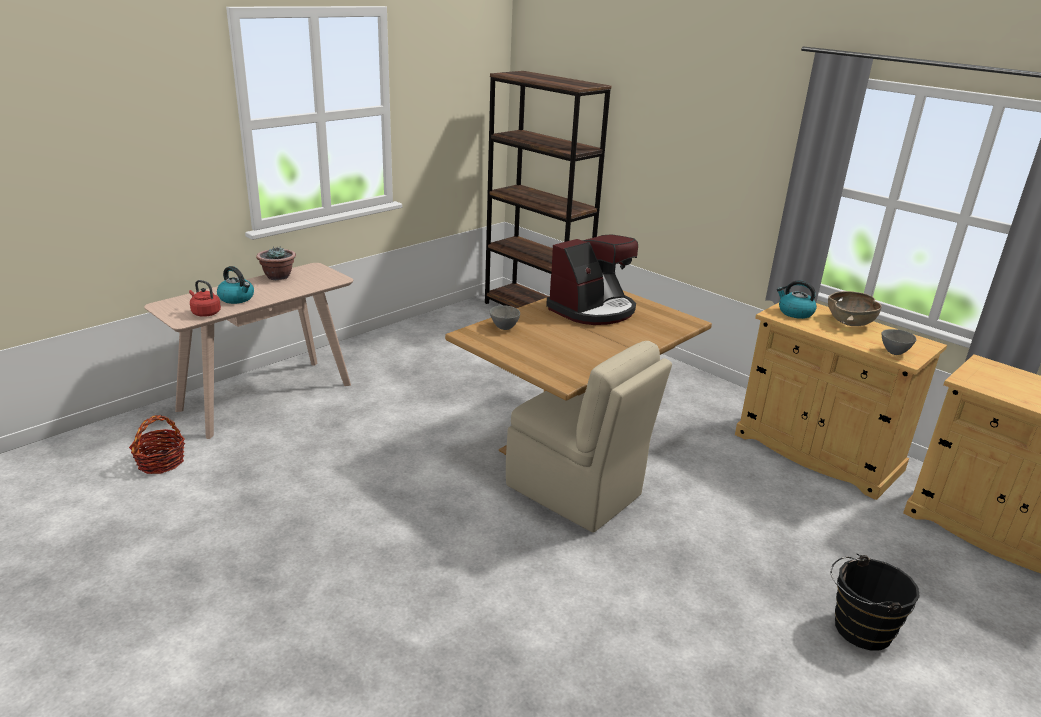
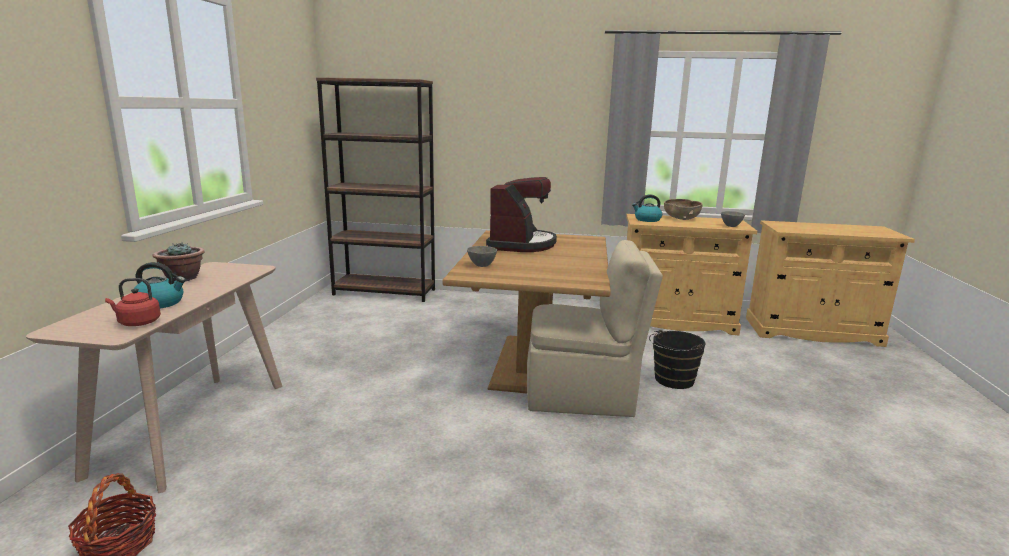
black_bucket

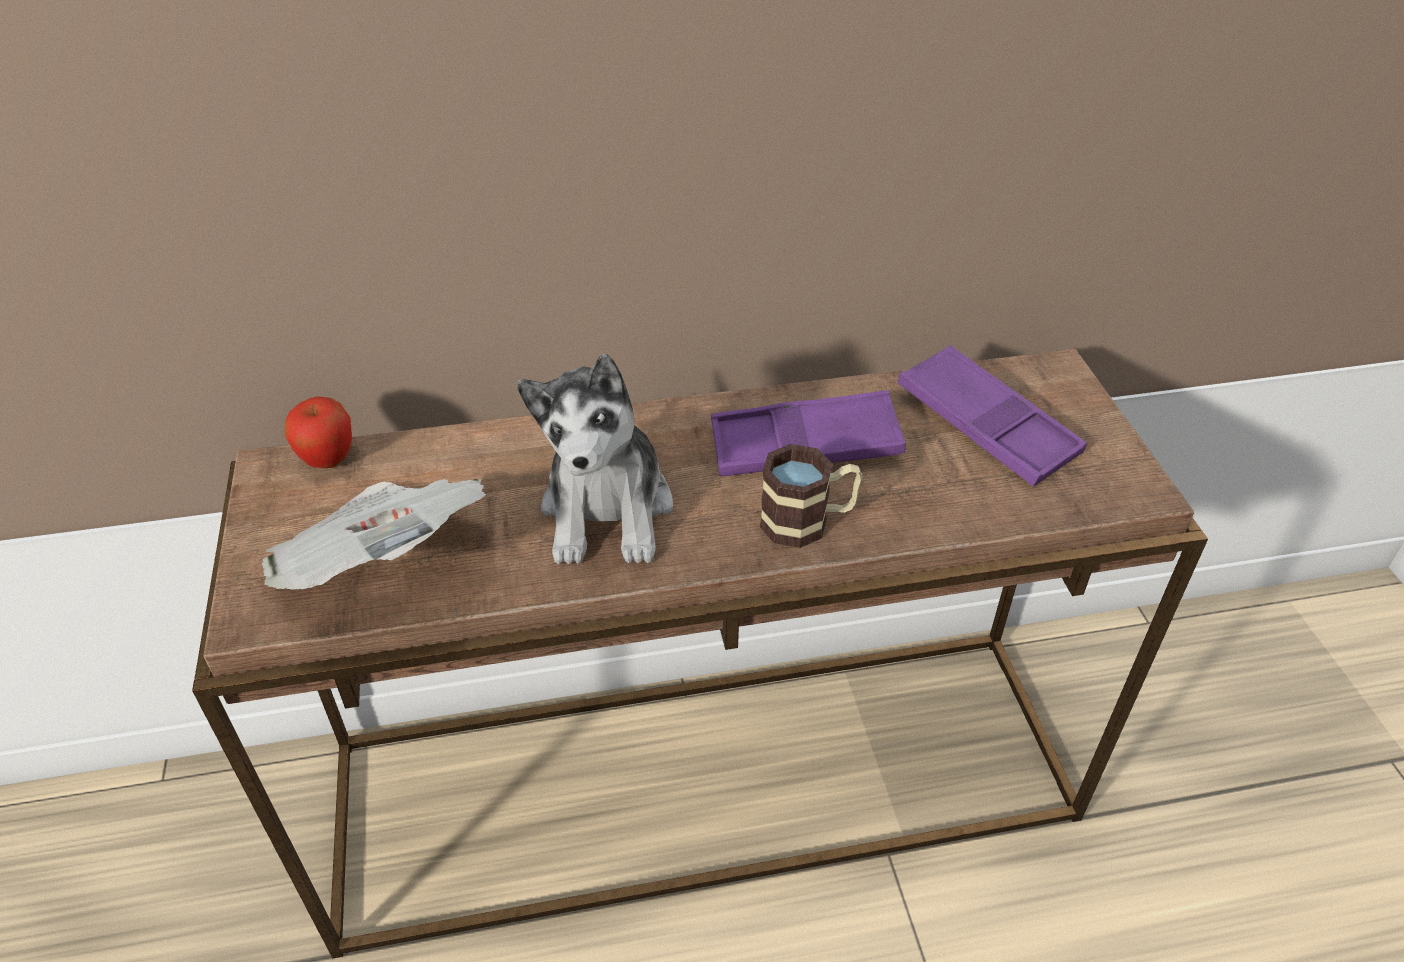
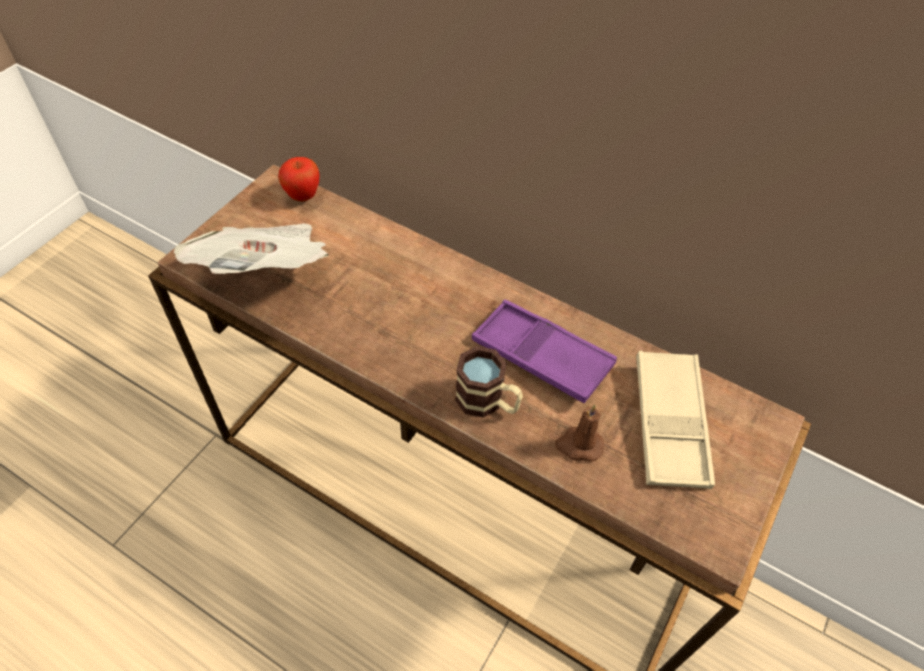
plush_toy; brown_candle; beige_tray

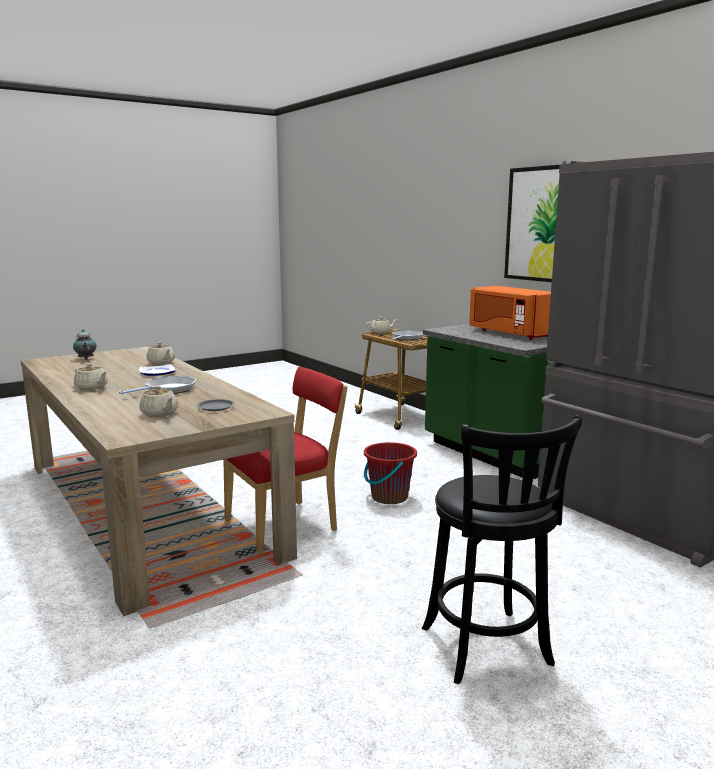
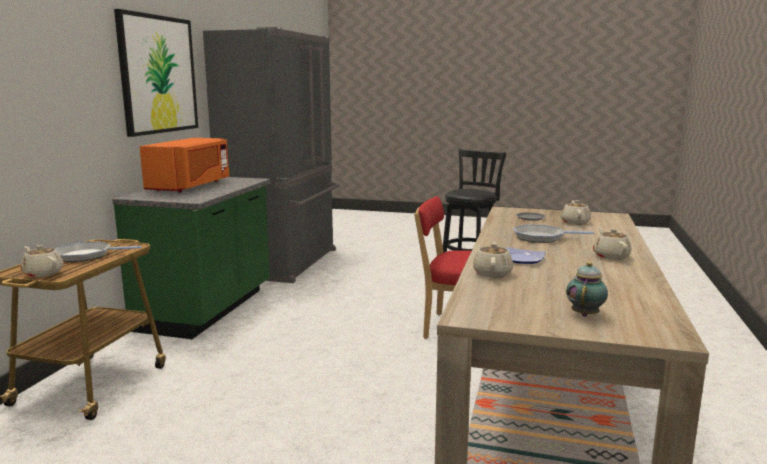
red_bucket

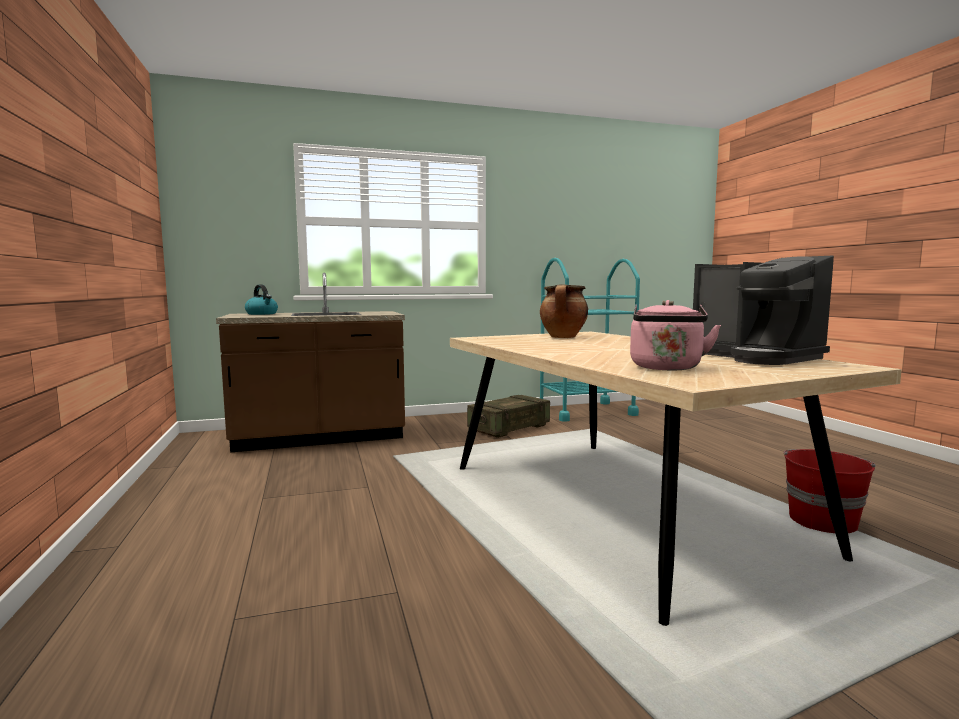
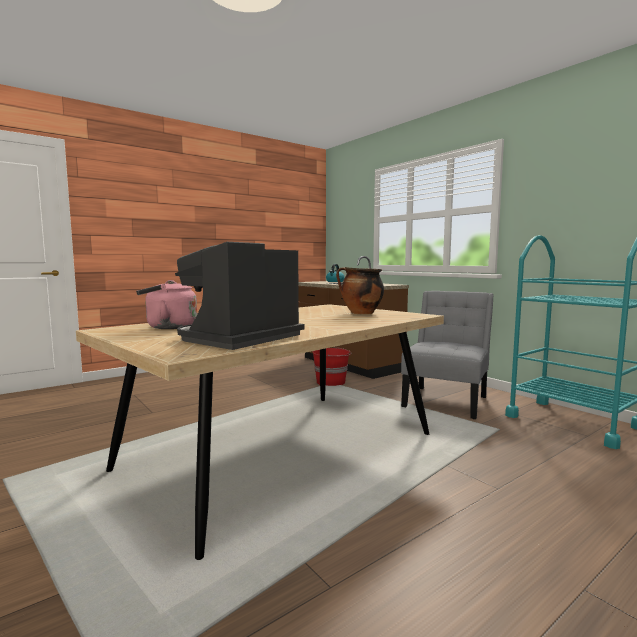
red_bucket; grey_chair

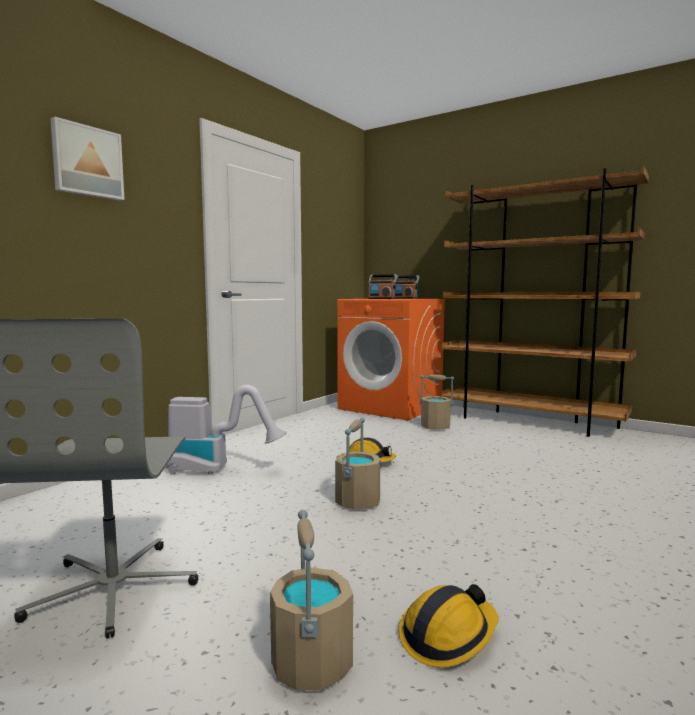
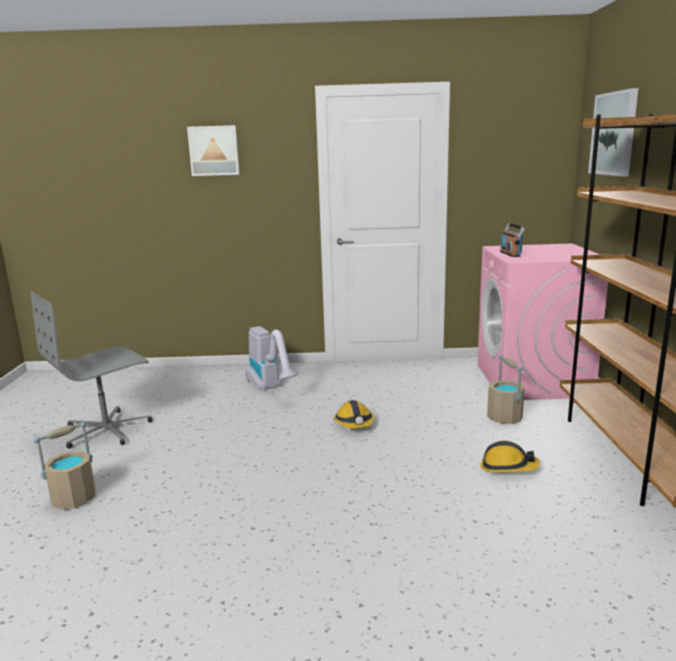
beige_bucket (no. 2 from left in the first image); radio (no. 2 from left in the first image); picture (no. 2 from left); hard_hat (no. 2 from left); pink_washing_machine

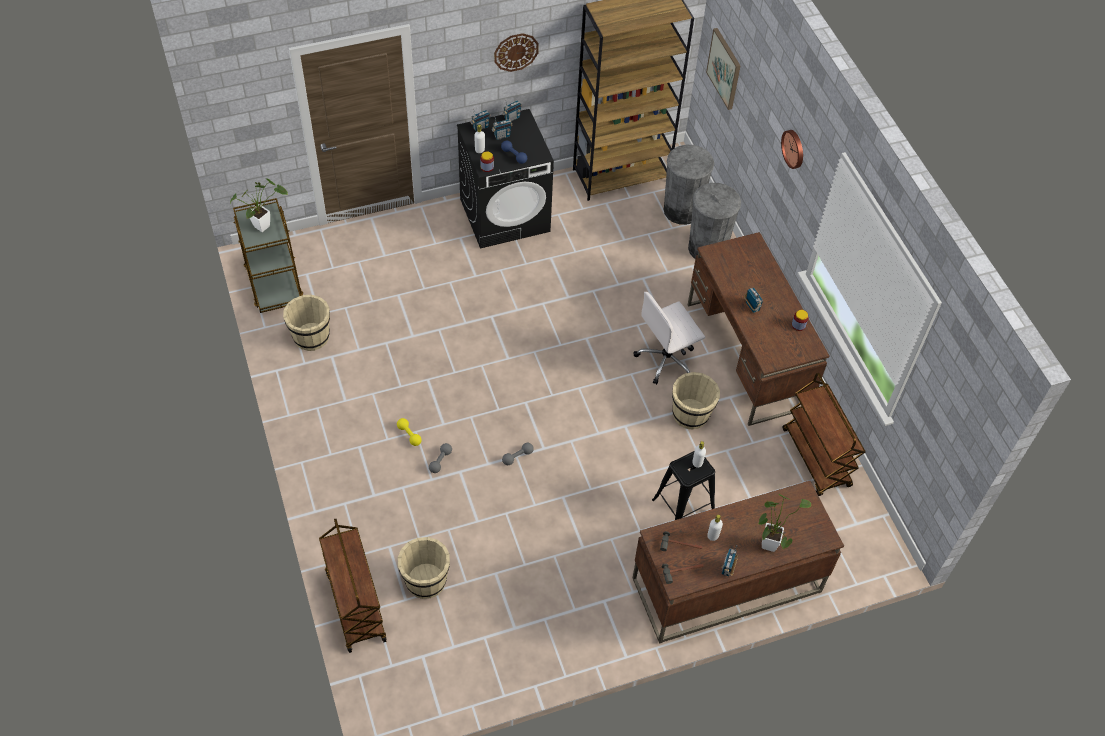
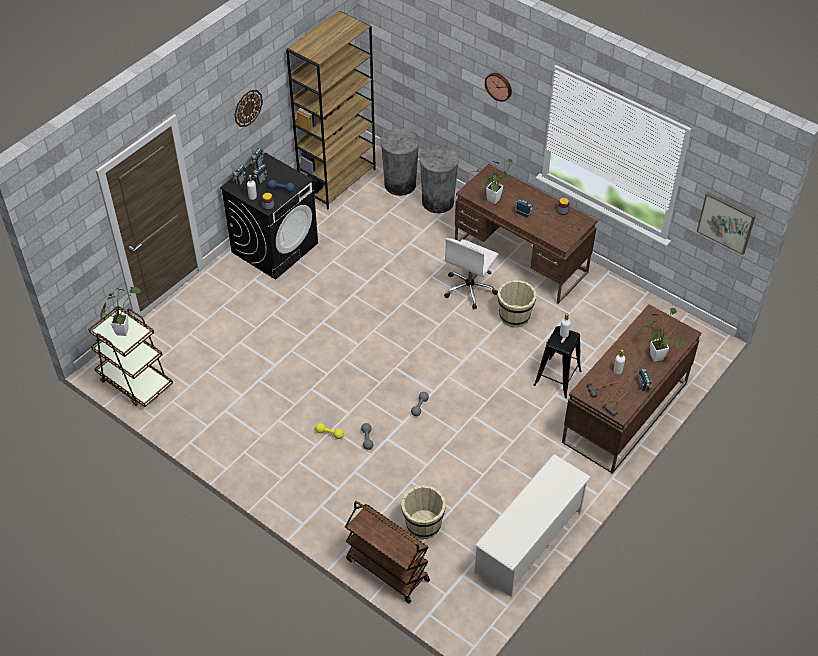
beige_bucket (no. 1 from left in the first image); brown_cart (no. 3 from left in the first image); potted_plant (no. 2 from left); white_shoe_rack; picture

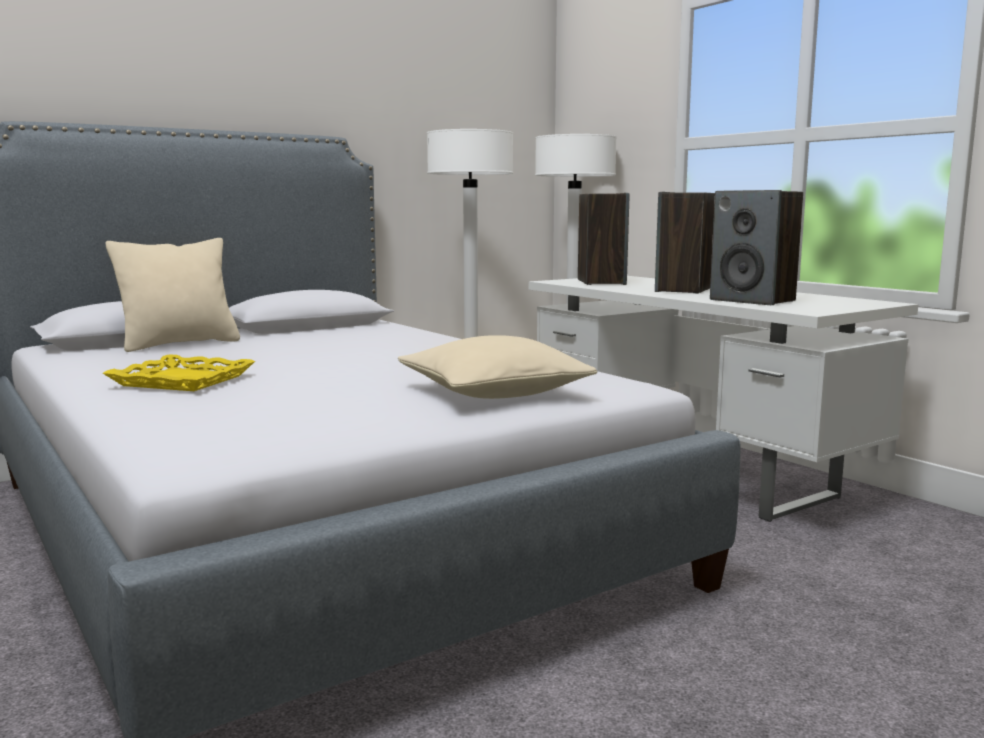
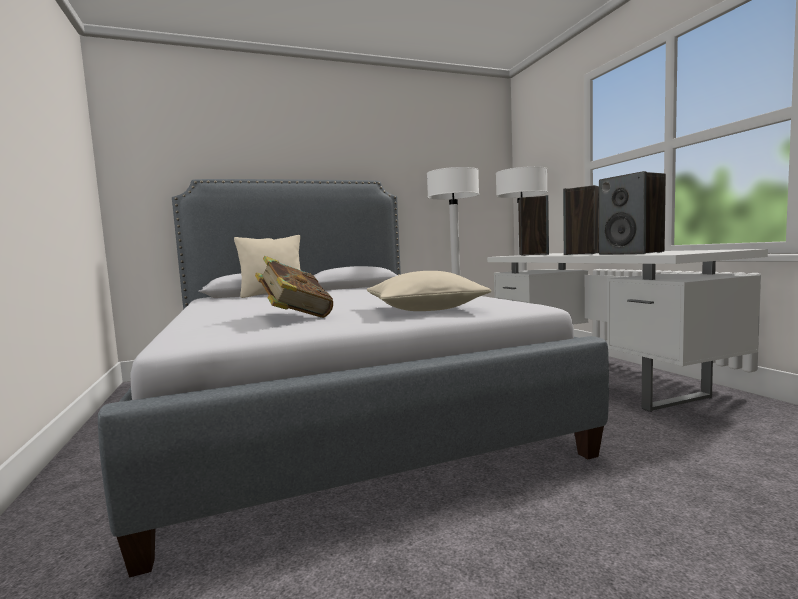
yellow_tray; book

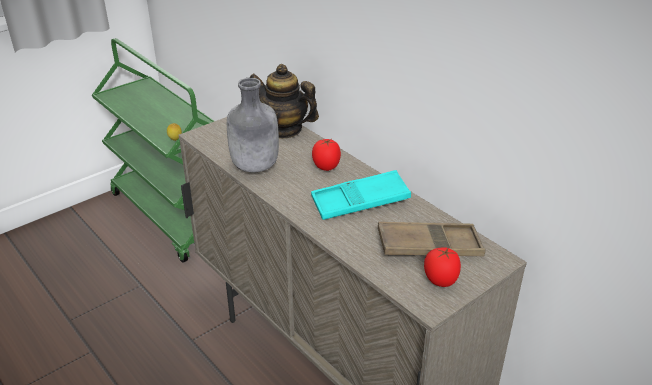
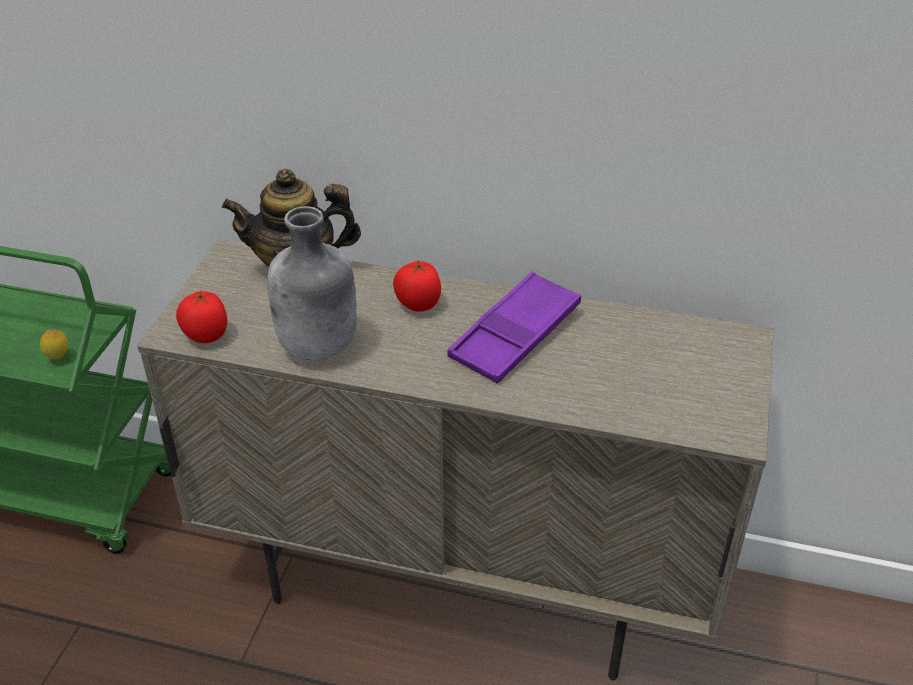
brown_tray; tomato (no. 1 from left); purple_tray

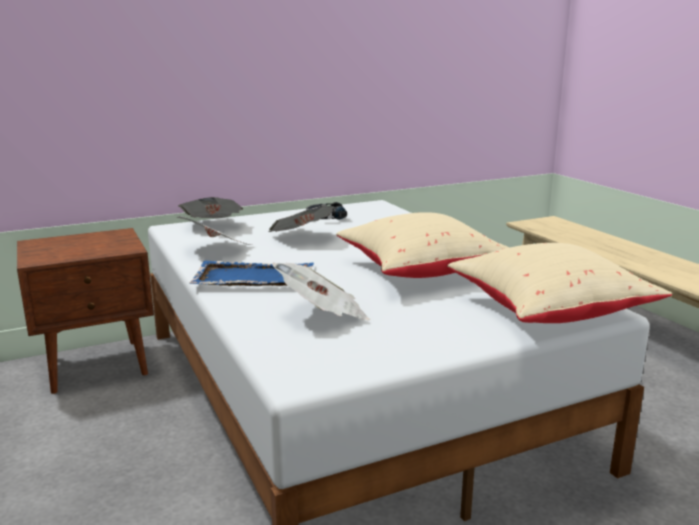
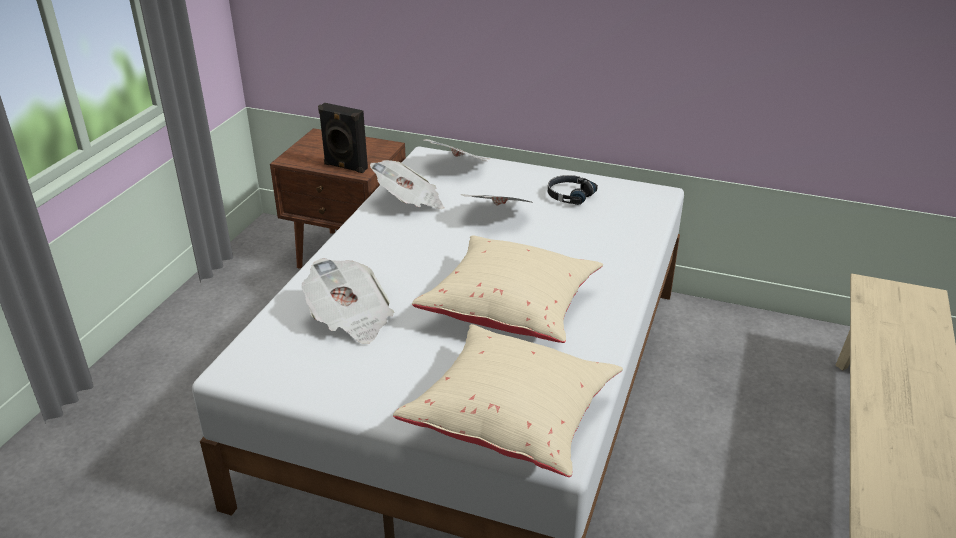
blue_tray; black_speaker

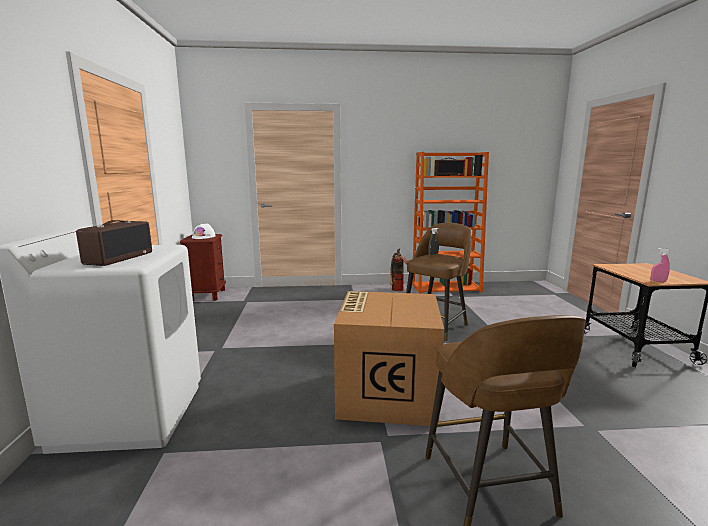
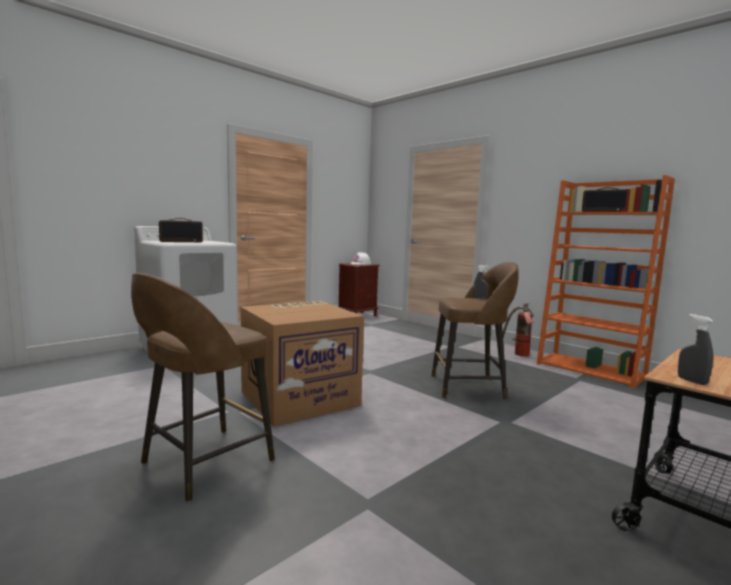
grey_spray_bottle (no. 2 from left)

